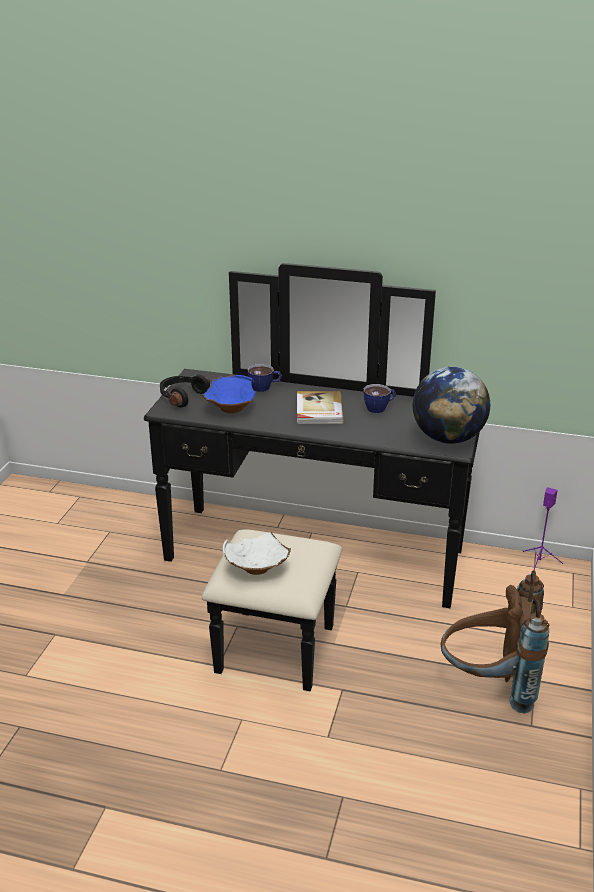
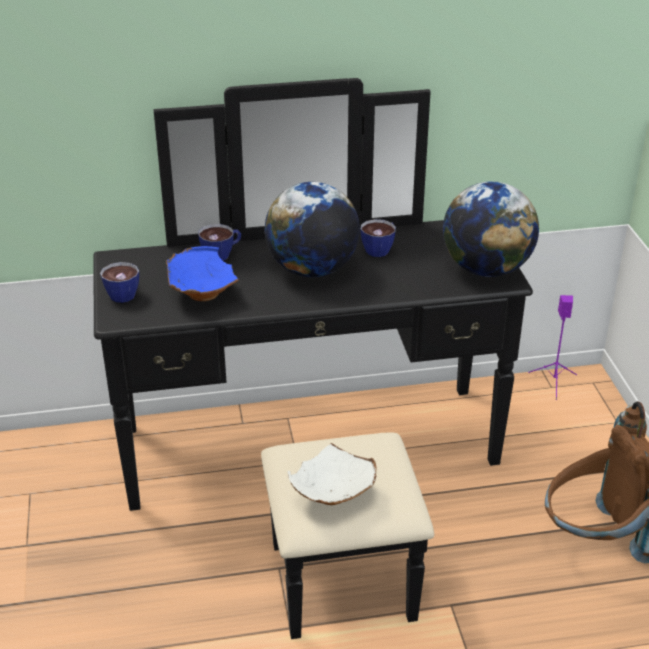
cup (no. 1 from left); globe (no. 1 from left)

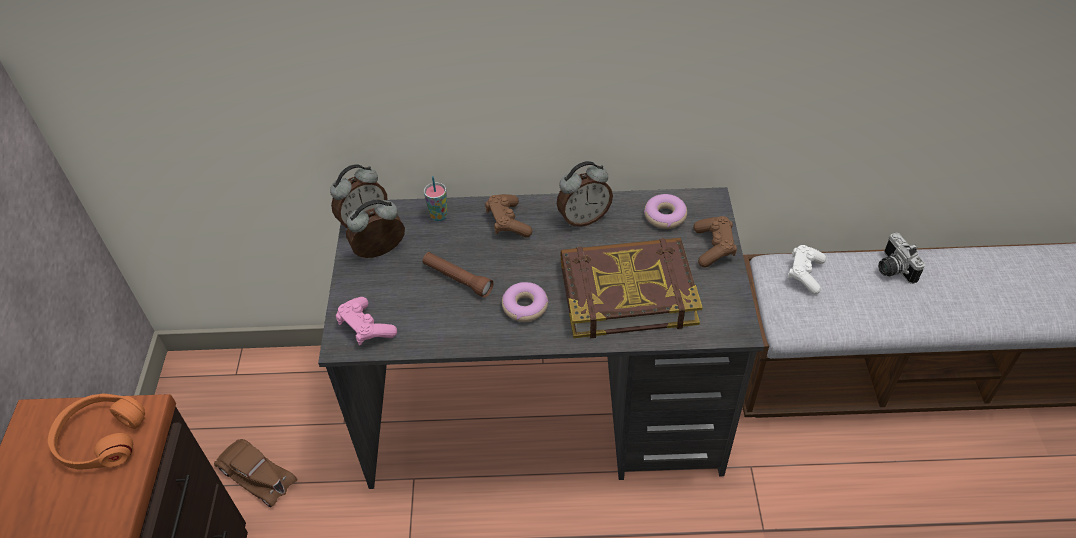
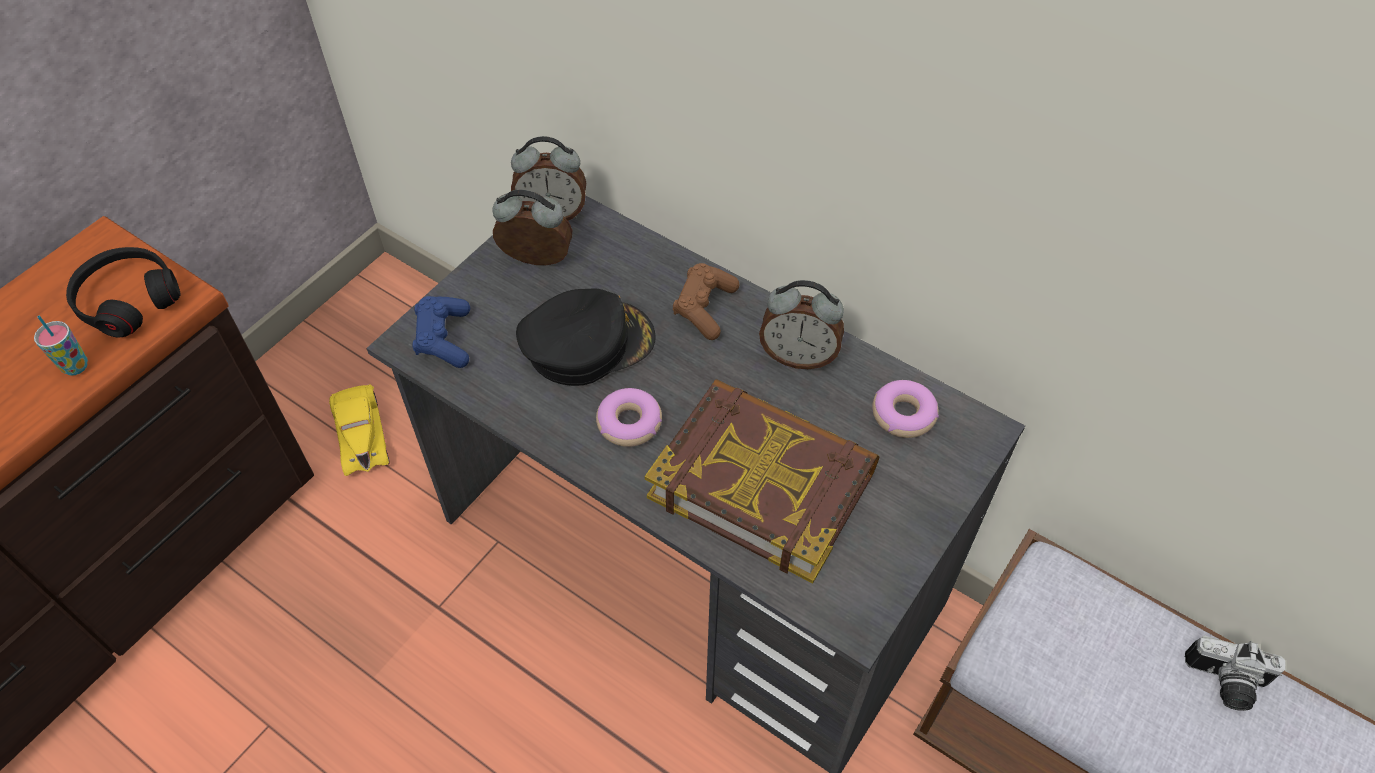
brown_game_controller (no. 2 from left in the first image); white_game_controller; cup; black_cap; black_headphones; yellow_toy_car; blue_game_controller; photo_camera

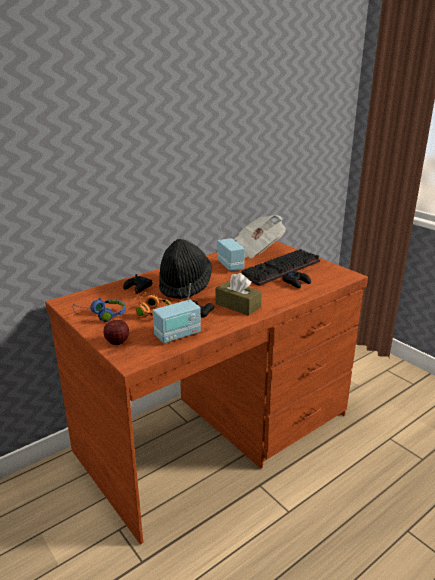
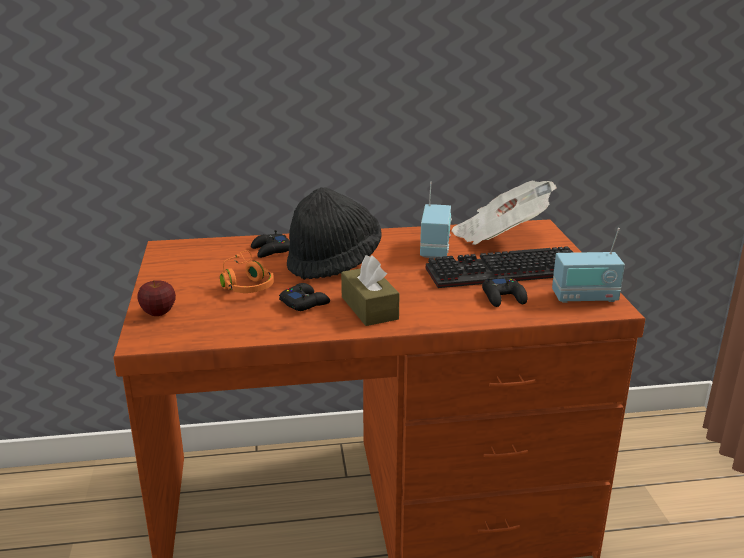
blue_headphones; radio (no. 2 from left)

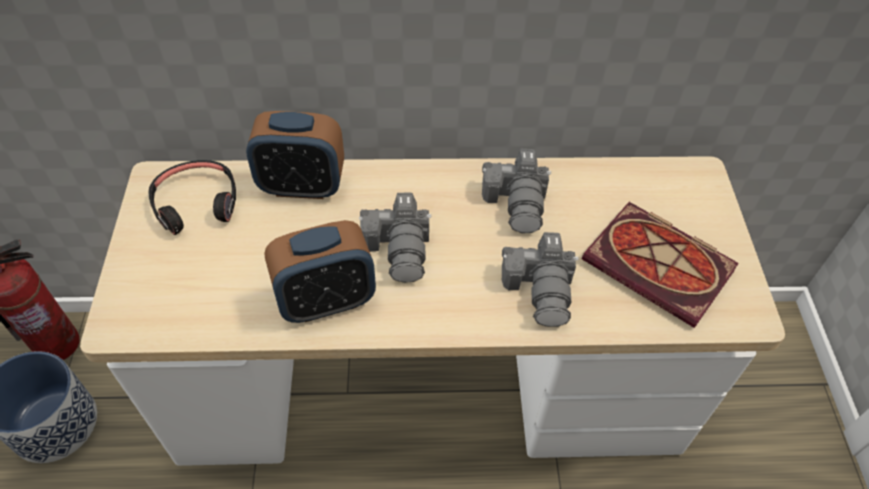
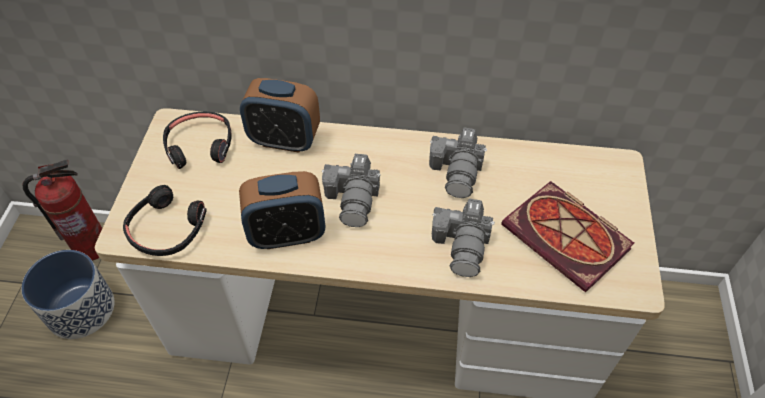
black_headphones (no. 1 from left)

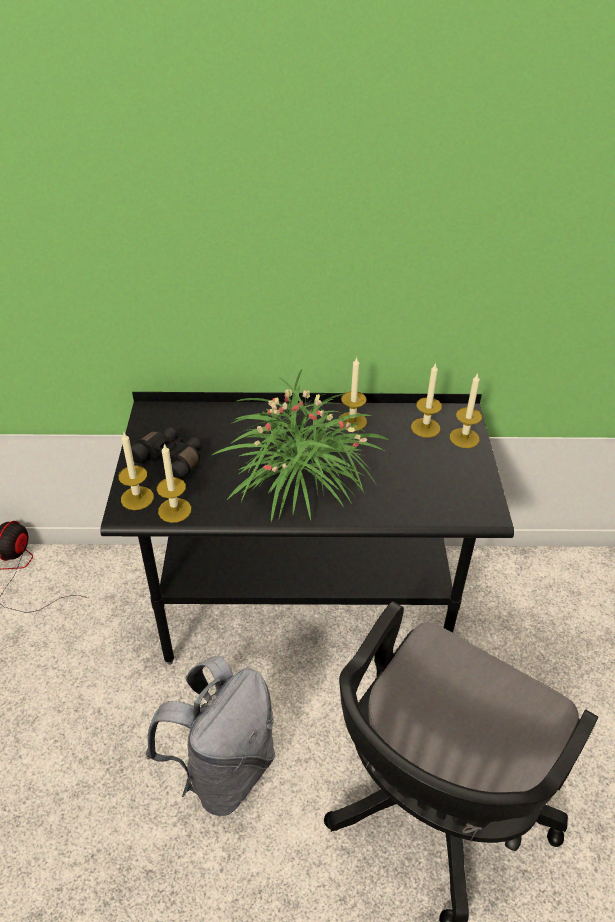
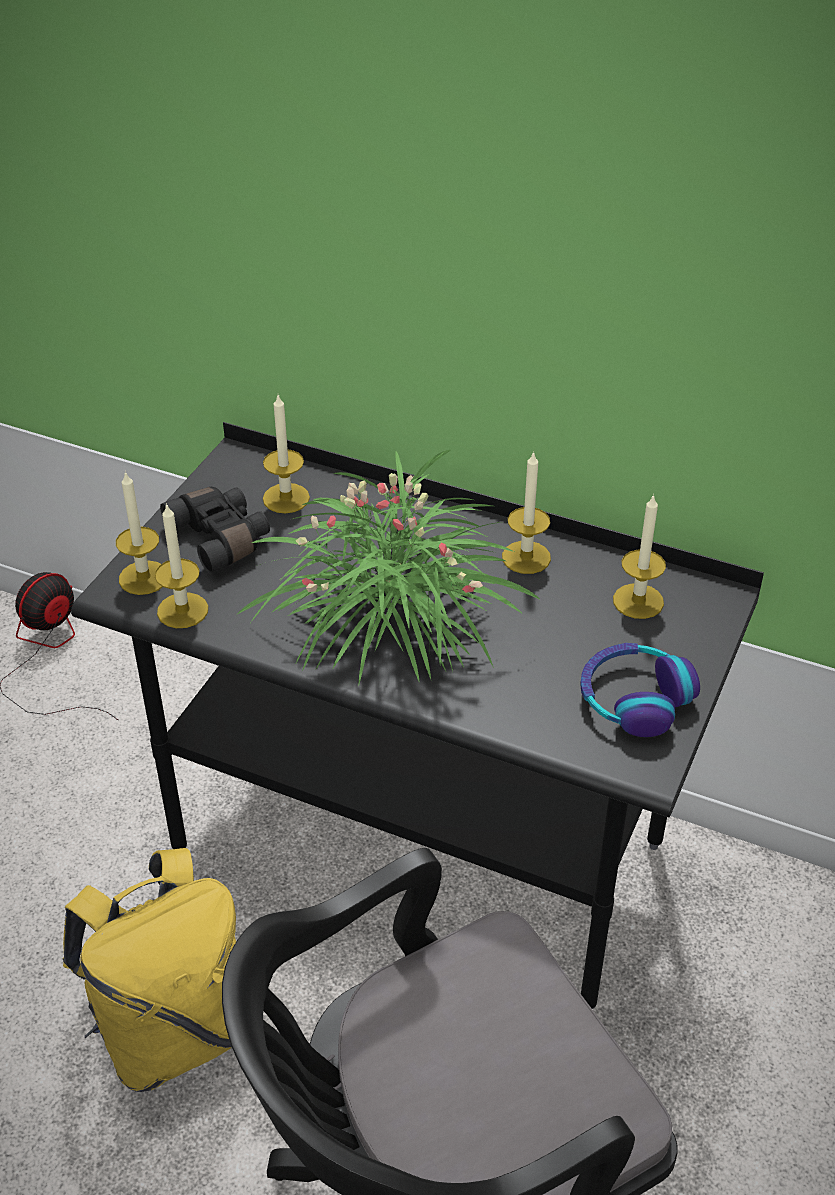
headphones; candle (no. 3 from left); yellow_backpack

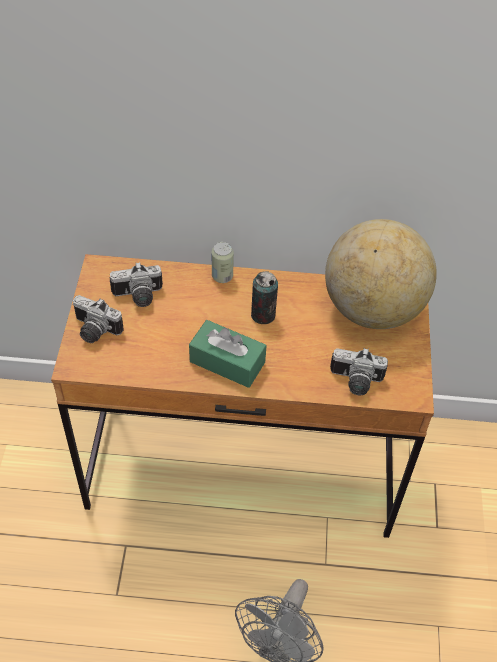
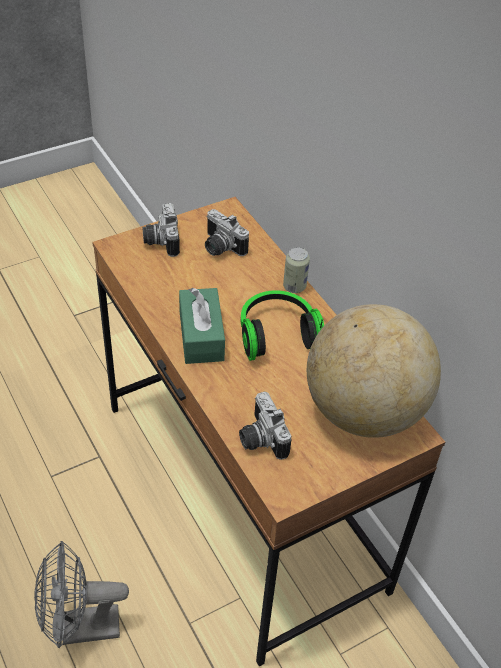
headphones

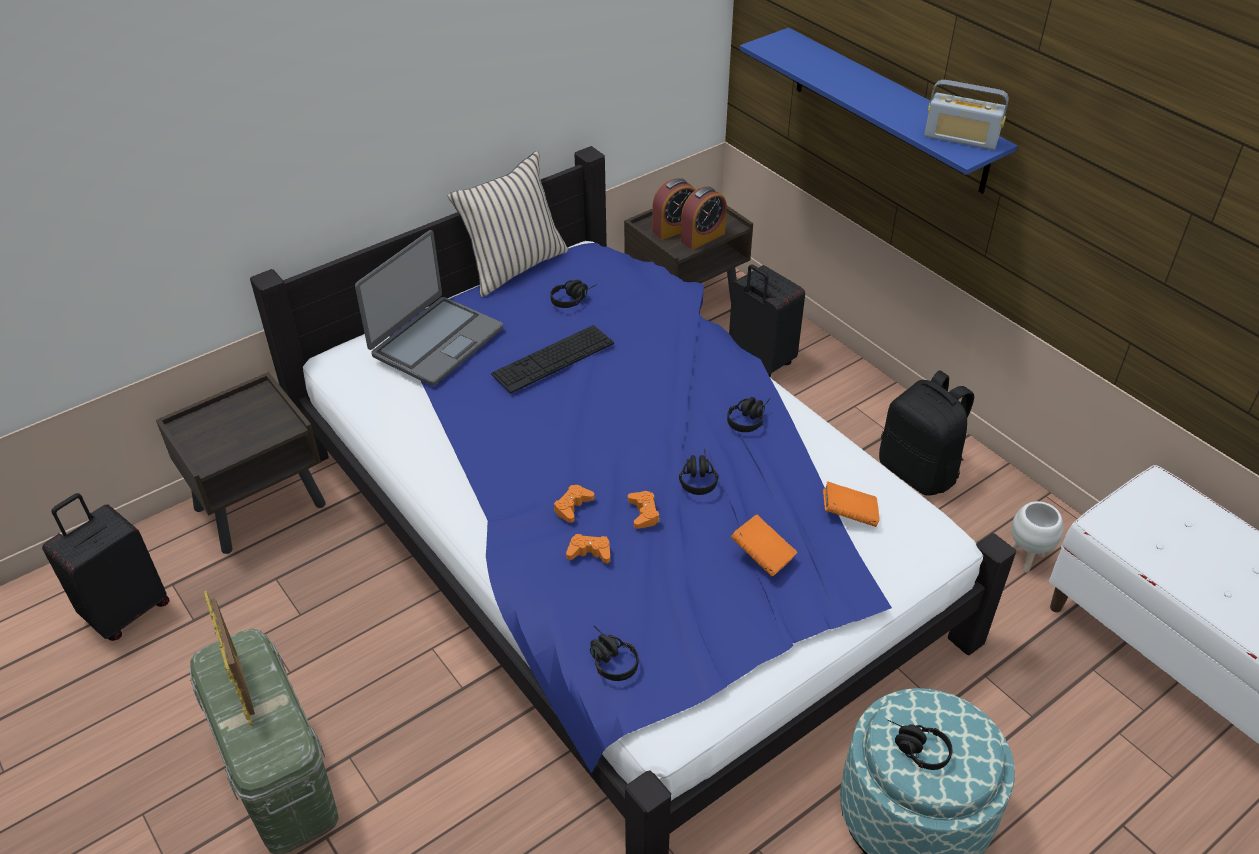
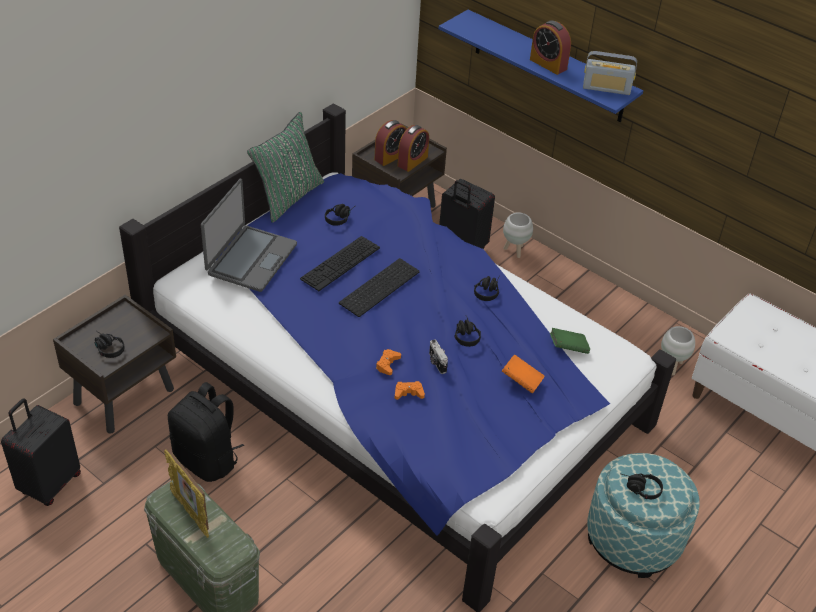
keyboard (no. 2 from left); white_planter (no. 1 from left); alarm_clock (no. 3 from left); black_headphones (no. 1 from left); black_backpack; photo_camera; green_pillow; green_book

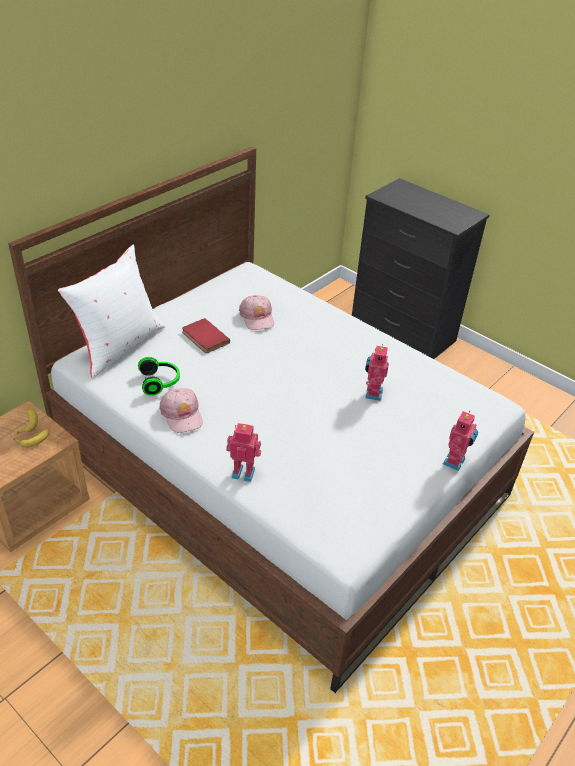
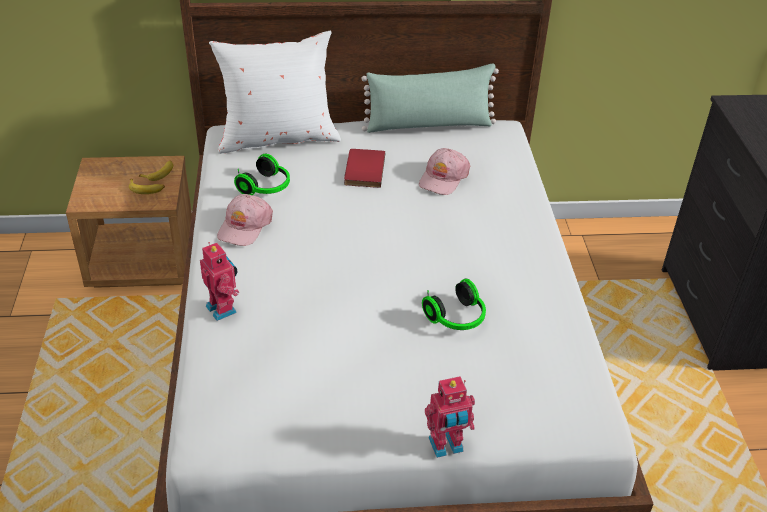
green_pillow; headphones (no. 2 from left)

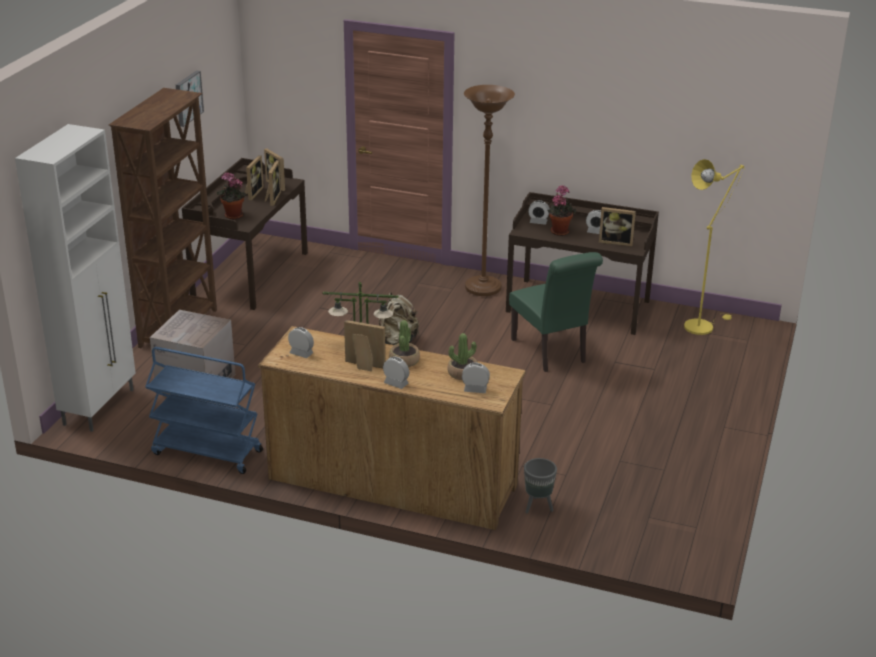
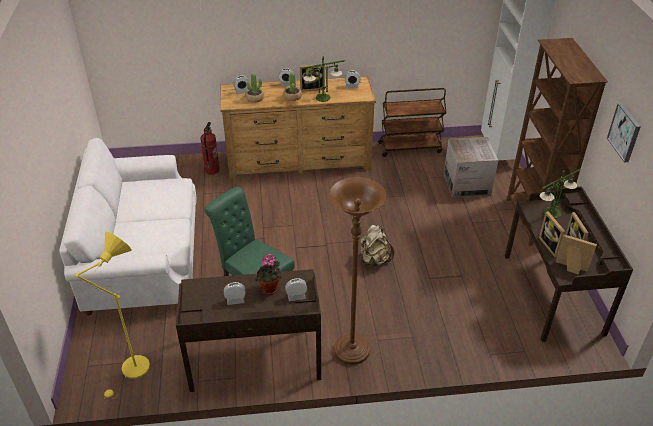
picture_frame (no. 5 from left in the first image); white_sofa; table_lamp (no. 2 from left); fire_extinguisher; brown_cart

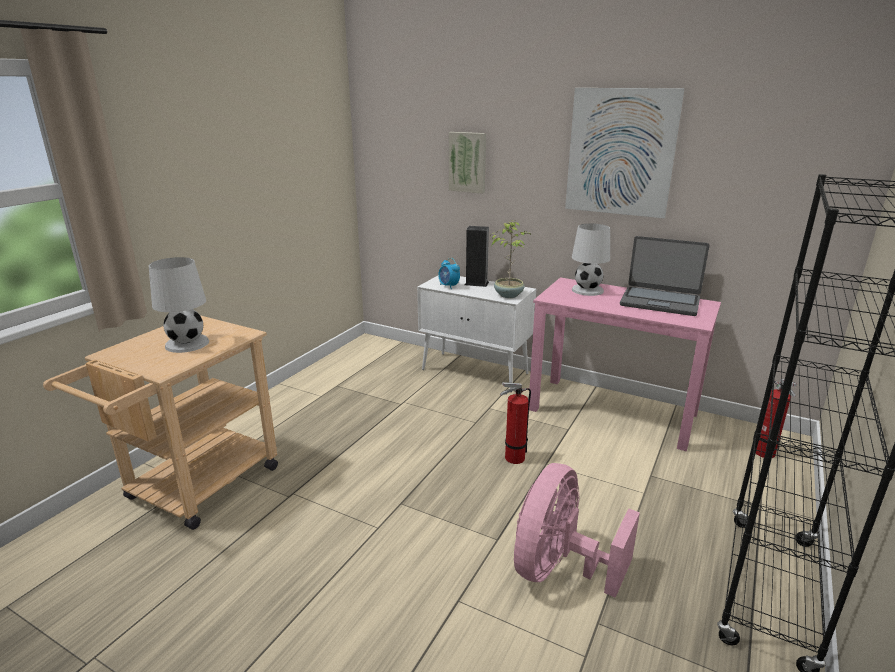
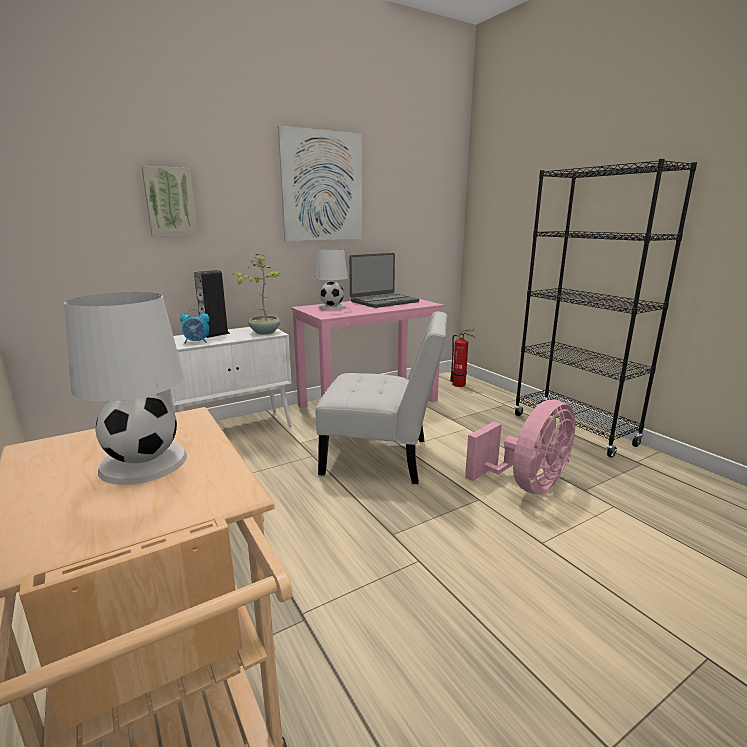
white_chair; pink_fan

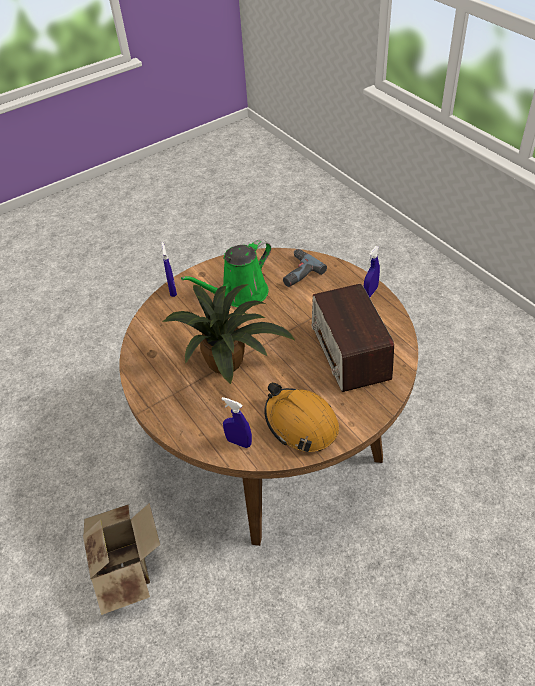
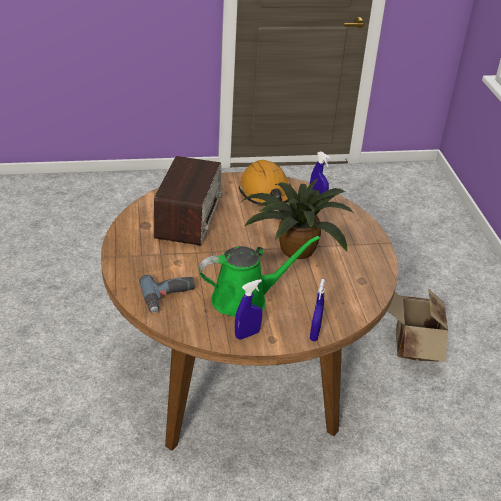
blue_spray_bottle (no. 1 from left)

